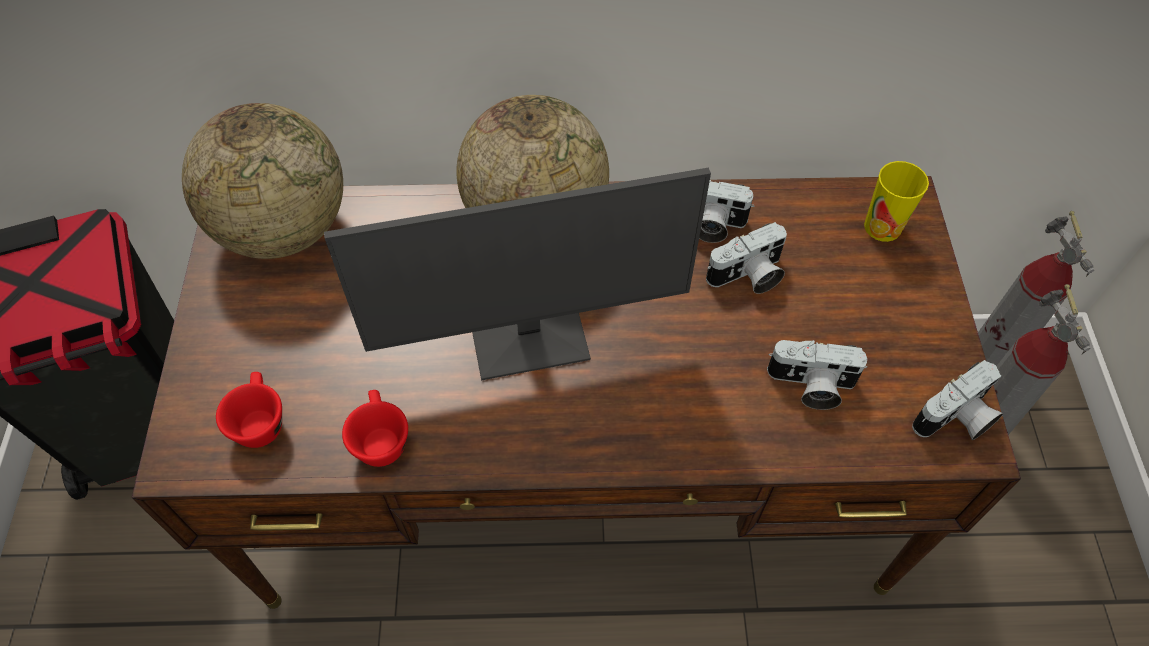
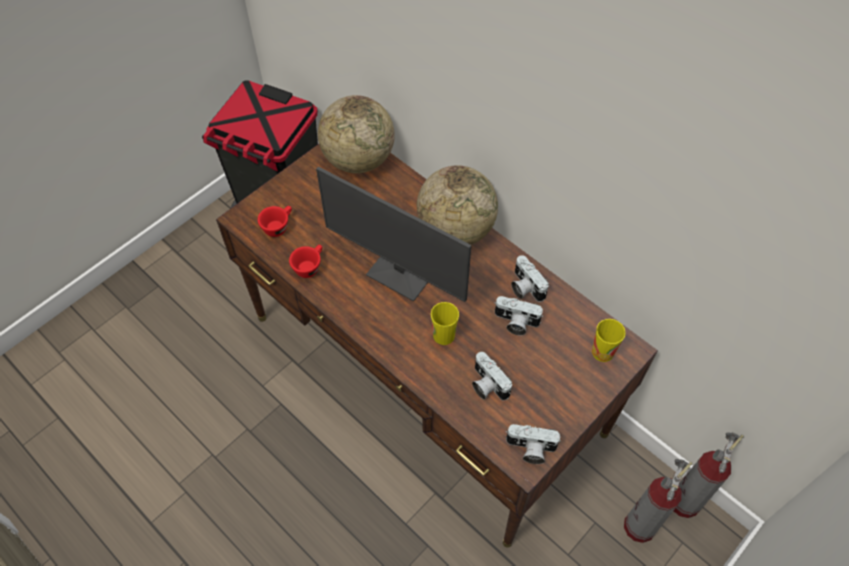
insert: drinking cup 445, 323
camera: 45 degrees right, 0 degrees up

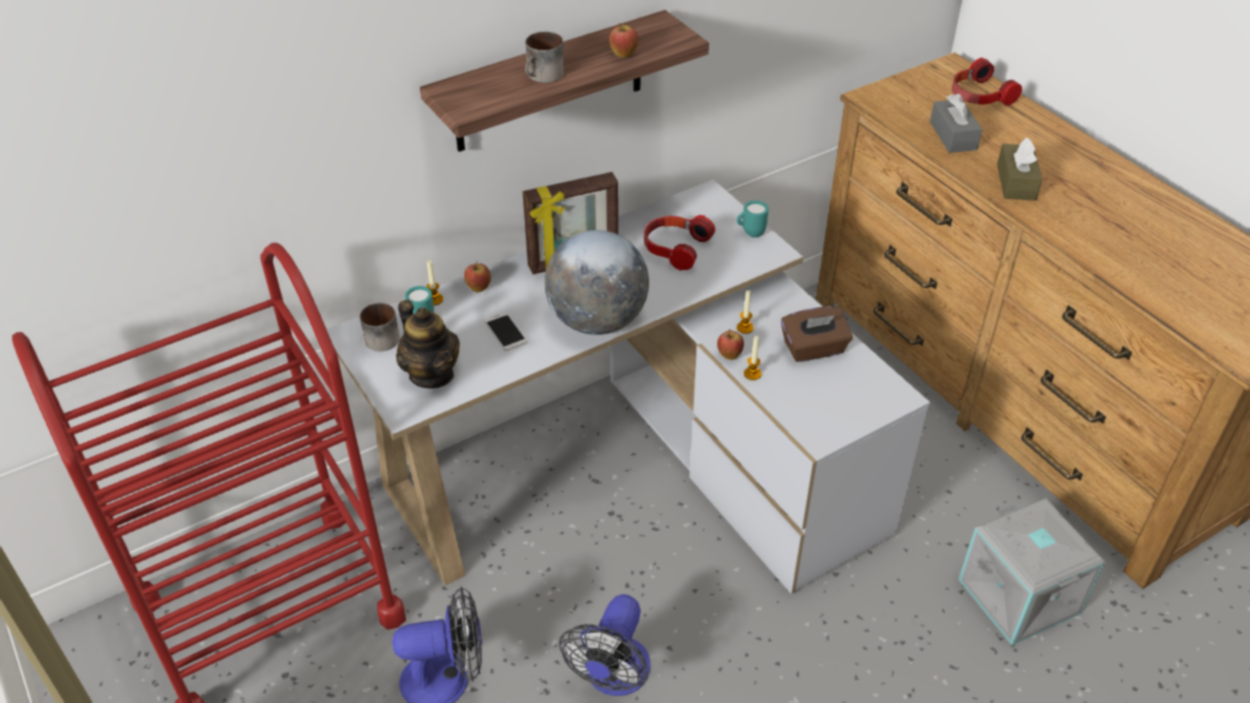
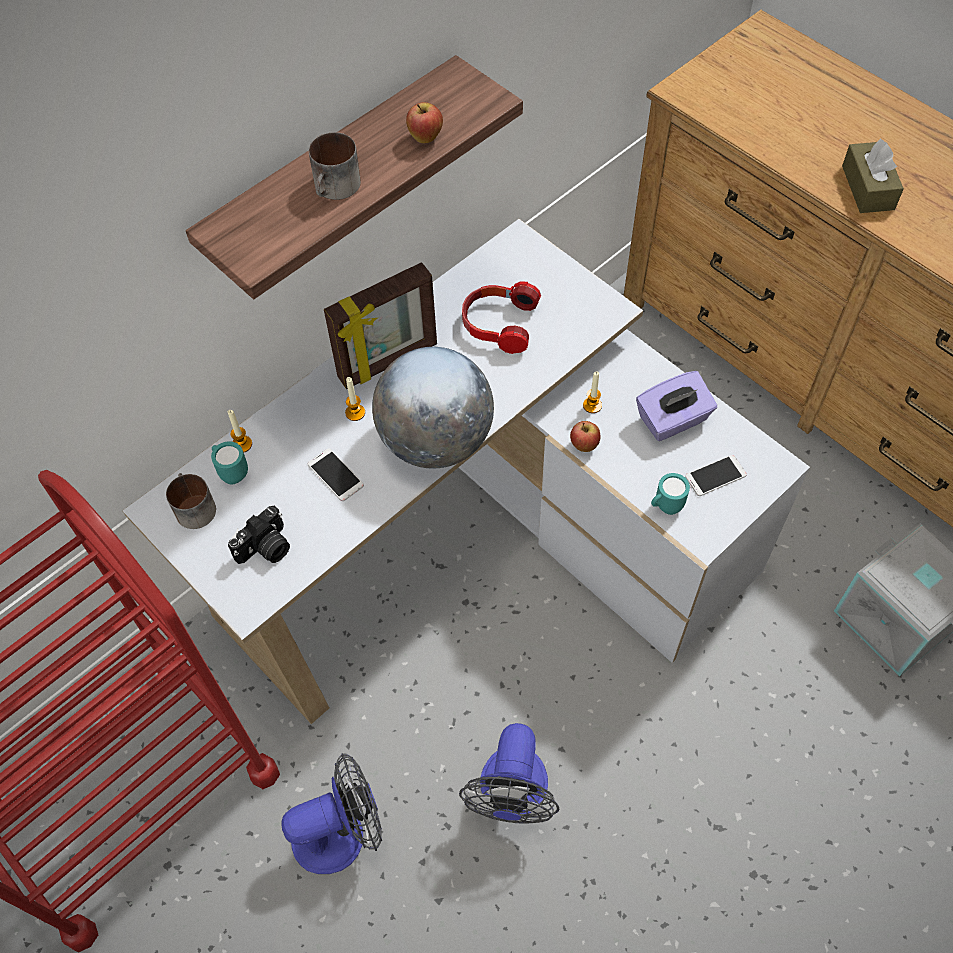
delete: whole apple 477, 276; grey box of tissues 956, 123; headset 987, 82
insert: telephone 716, 475
move: turquoise tea mug 753, 218 to 670, 494; candle 753, 358 to 355, 399
replace: pot for tea 428, 344 to still camera 259, 535
recolor: brownish box of tissues 817, 334 to purple box of tissues 676, 406
camera: 10 degrees left, 15 degrees up

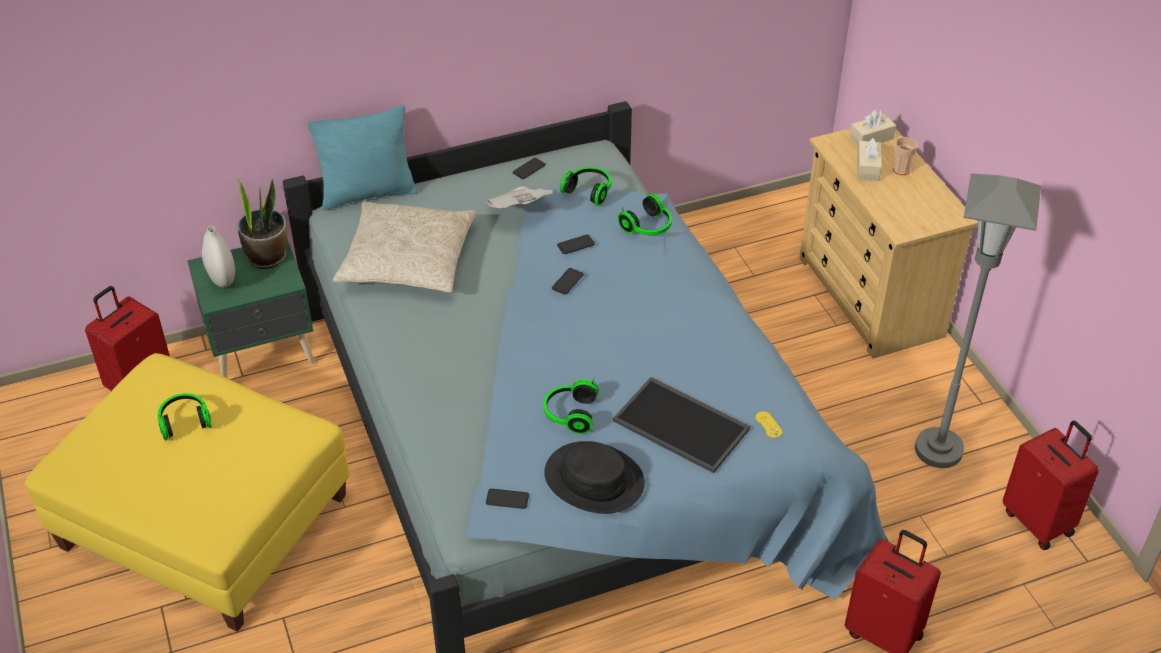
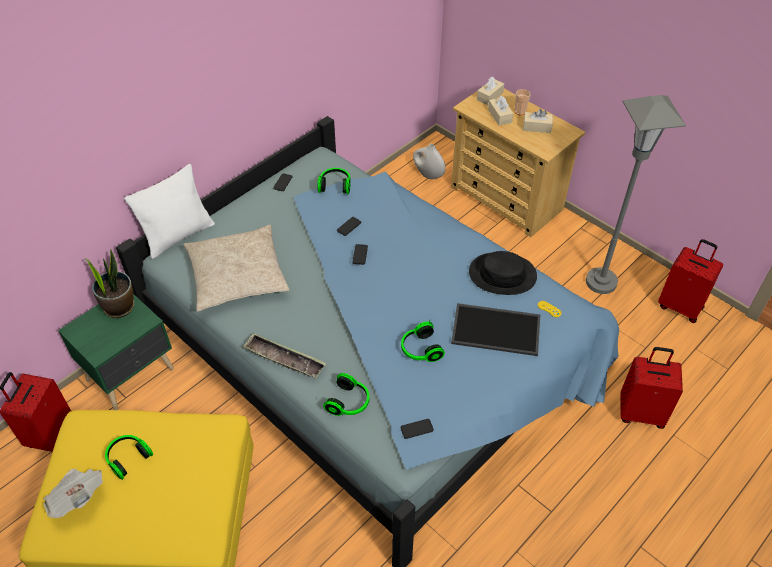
insert: serving tray 284, 355; sand-coloured box of tissues 538, 121
move: white vase 218, 256 to 429, 161; printed paper 519, 197 to 73, 493; black hat 594, 477 to 503, 273; headset 645, 214 to 346, 394
recolor: turquoise pillow 362, 157 to white pillow 169, 211
camera: 25 degrees left, 5 degrees up

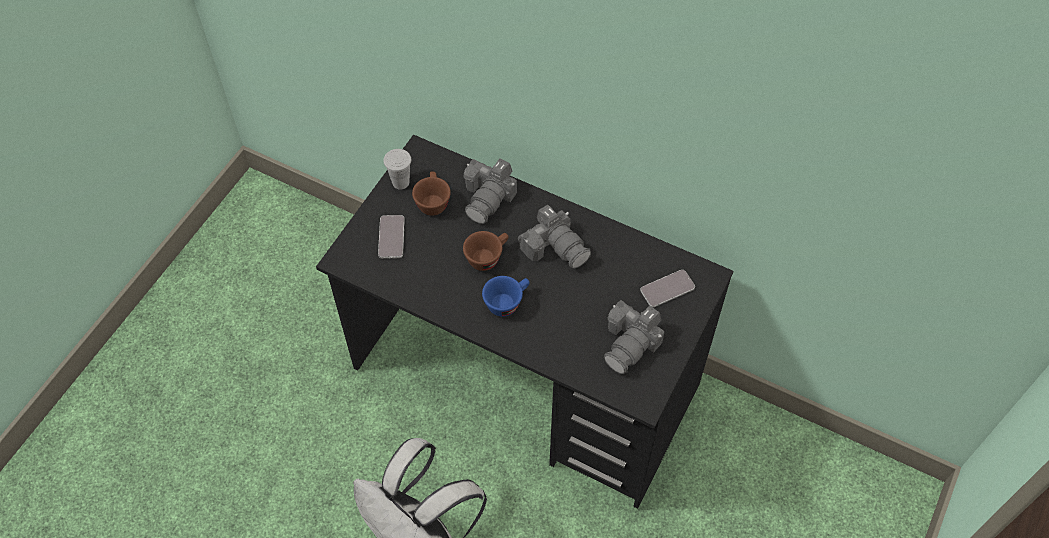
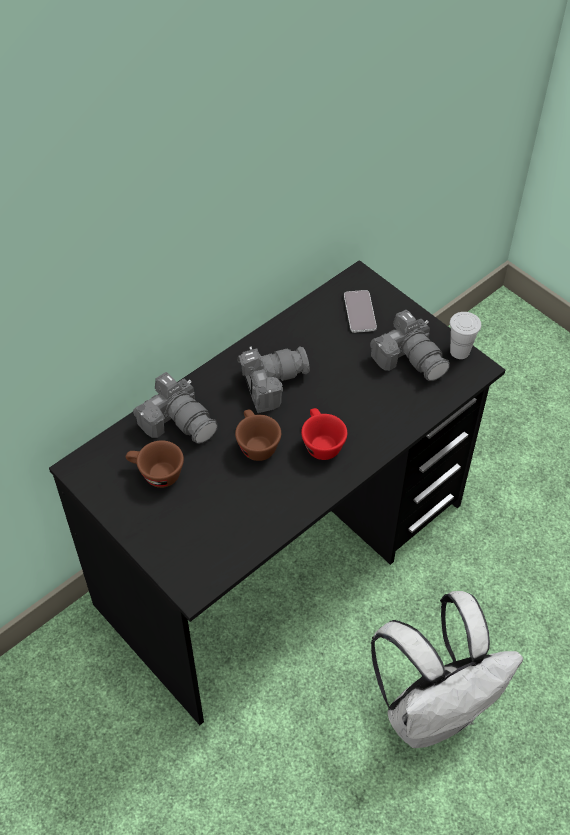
delete: telephone 391, 237
move: white drinking cup 397, 169 to 465, 335
recolor: blue-coloured drinking cup 506, 296 to reddish drinking cup 324, 434
camera: 70 degrees left, 5 degrees down

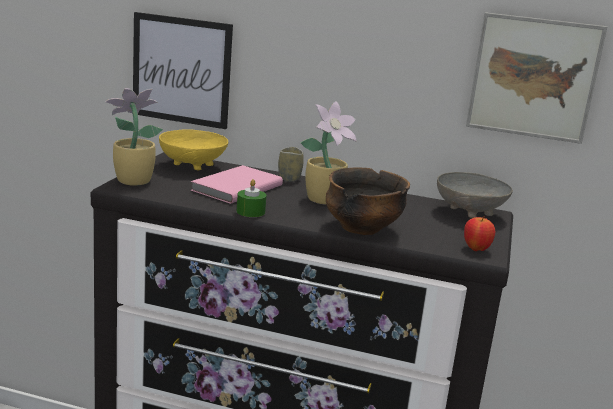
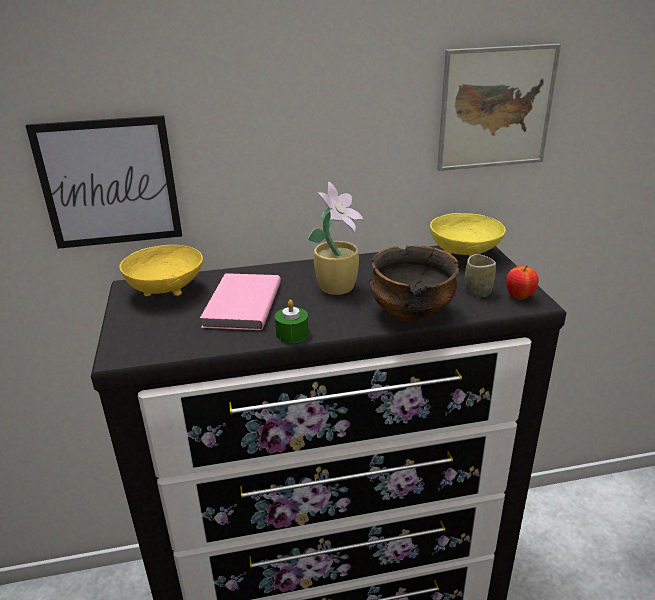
delete: plant in a pot 134, 136
move: drinking cup 290, 164 to 480, 275
recolor: grey serving bowl 475, 195 to yellow-coloured serving bowl 468, 235
camera: 25 degrees left, 10 degrees up

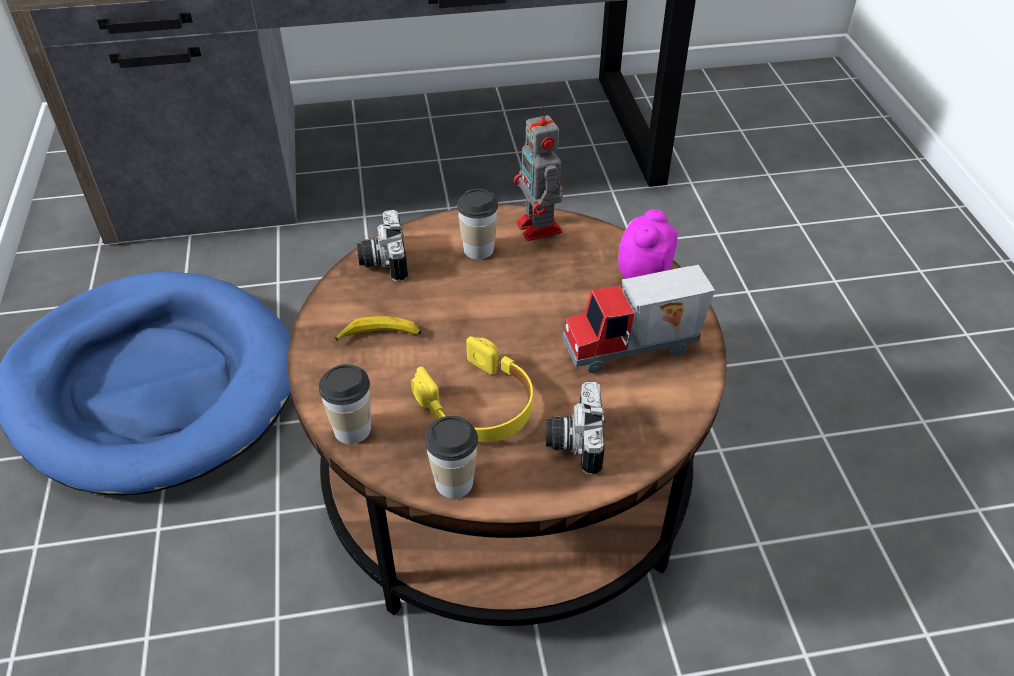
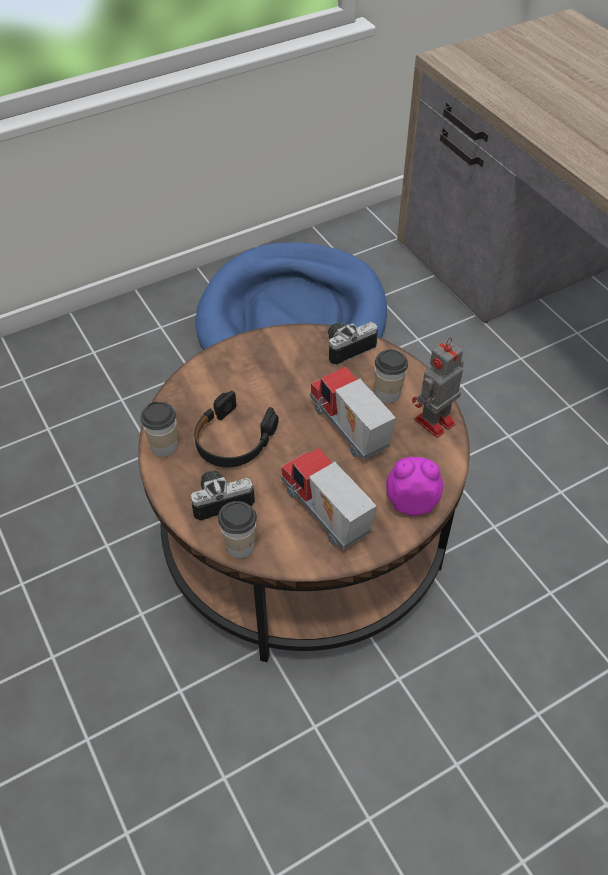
delete: banana 378, 328
insert: toy lorry 353, 413
move: drinking cup 345, 404 to 237, 530
recolor: yellow-coloured headset 472, 389 to black headset 236, 429
camera: 70 degrees right, 5 degrees up

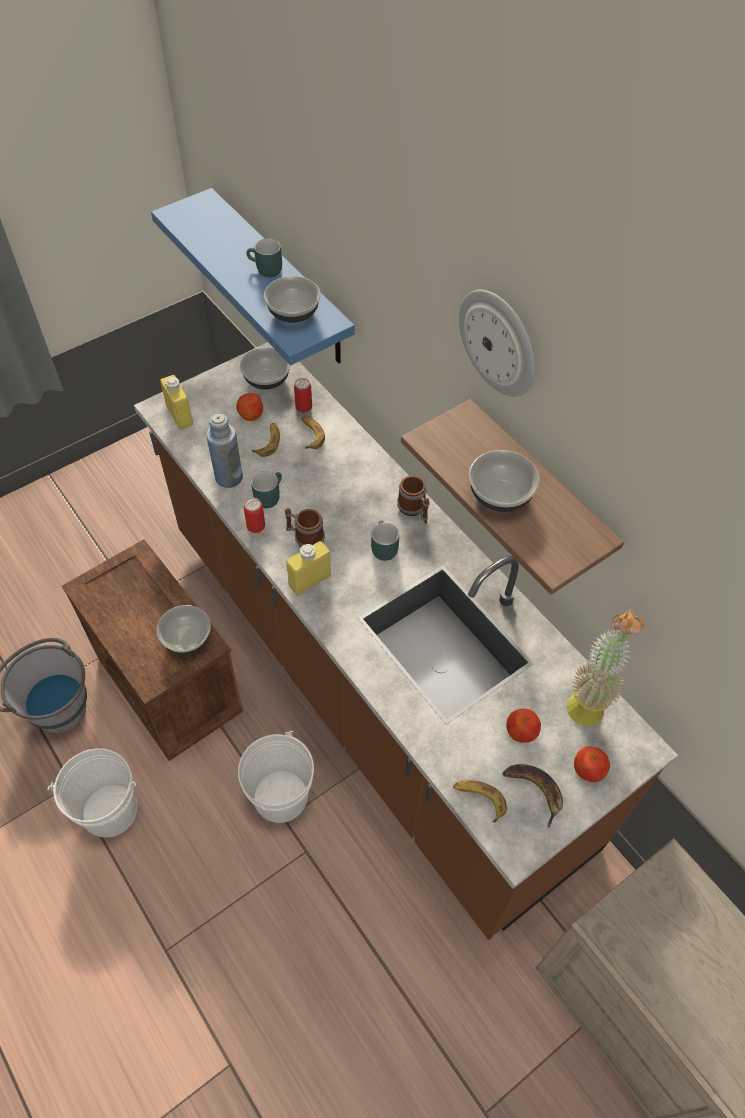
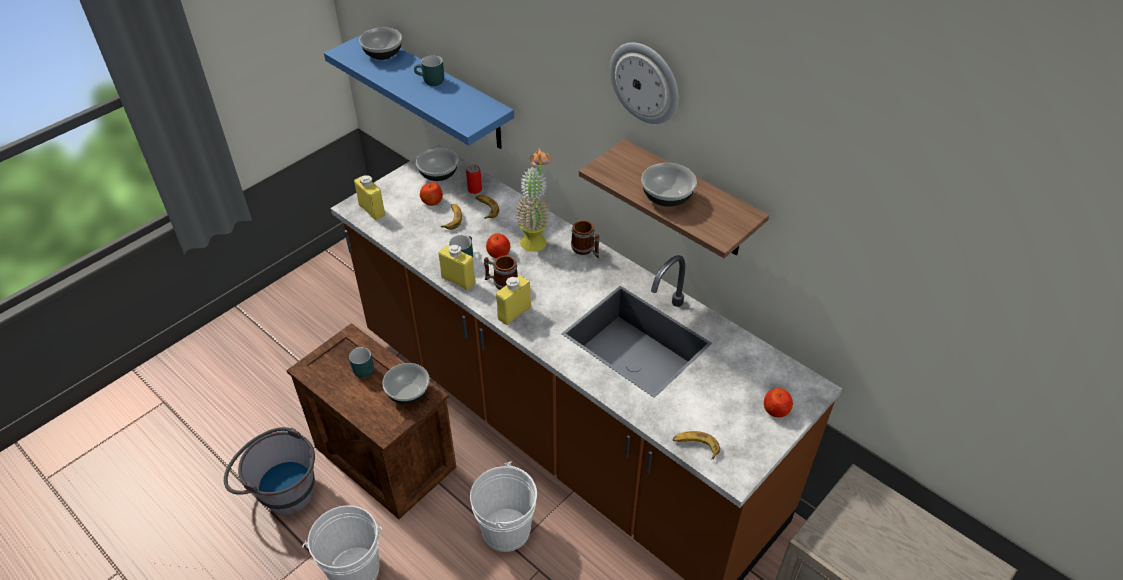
delete: blue-coloured bottle 224, 451; banana 532, 796
move: serving bowl 292, 299 to 380, 43; turquoise tea mug 385, 540 to 361, 362; whole apple 523, 726 to 498, 245; plant in a pot 605, 667 to 533, 200
replace: can 254, 515 to yellow-coloured bottle 456, 267
camera: 10 degrees left, 10 degrees down

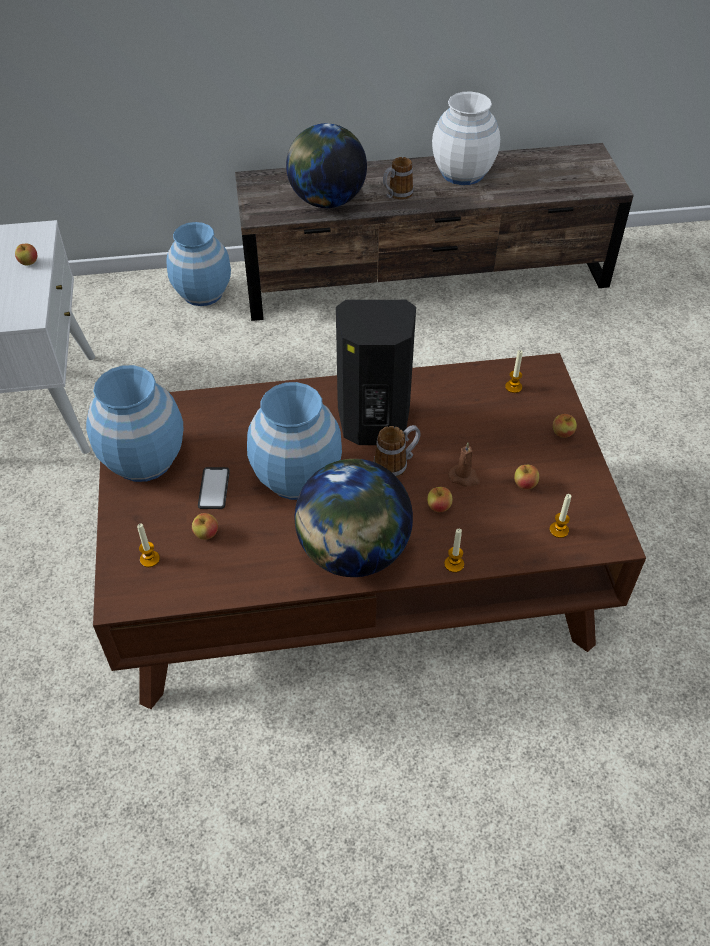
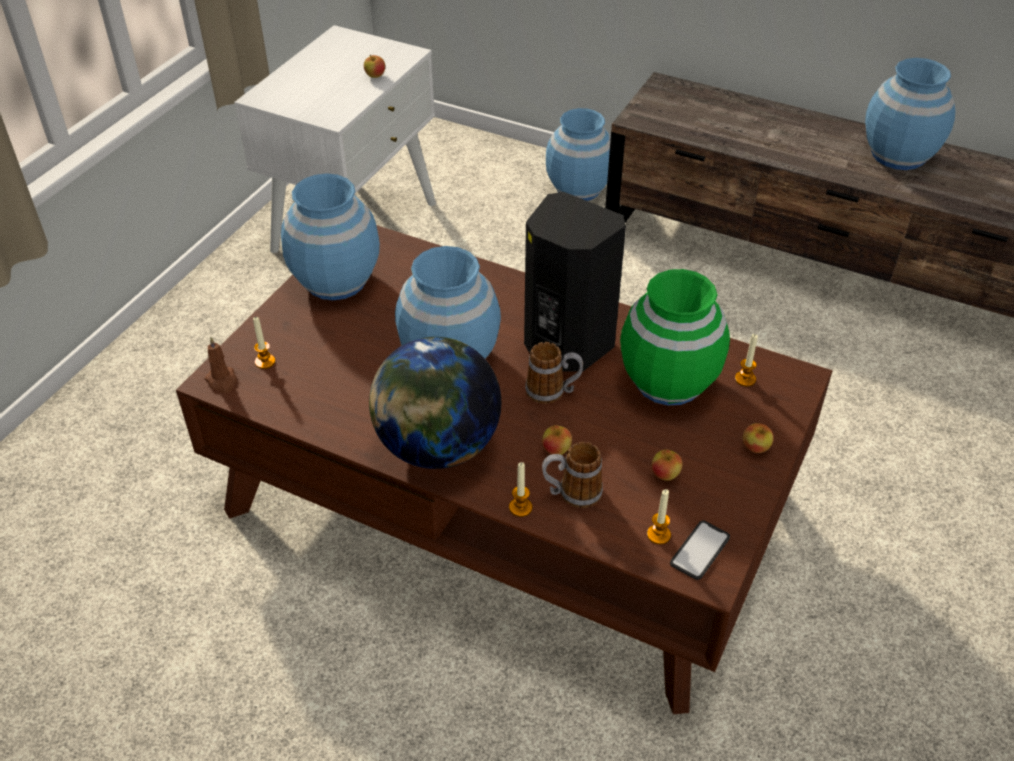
delete: whole apple 205, 526; globe 326, 165
insert: green vase 675, 337
move: telephone 214, 488 to 700, 550; tea mug 398, 178 to 572, 475; brownish candle 464, 464 to 221, 365
recolor: white vase 466, 138 to blue-coloured vase 910, 114
camera: 35 degrees right, 5 degrees down

